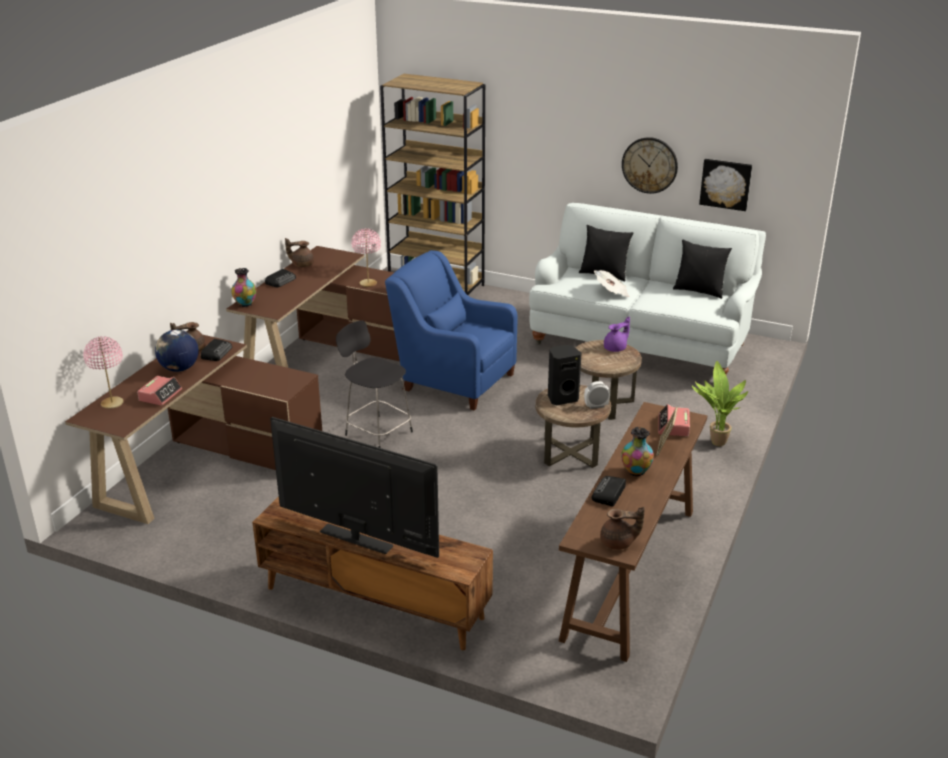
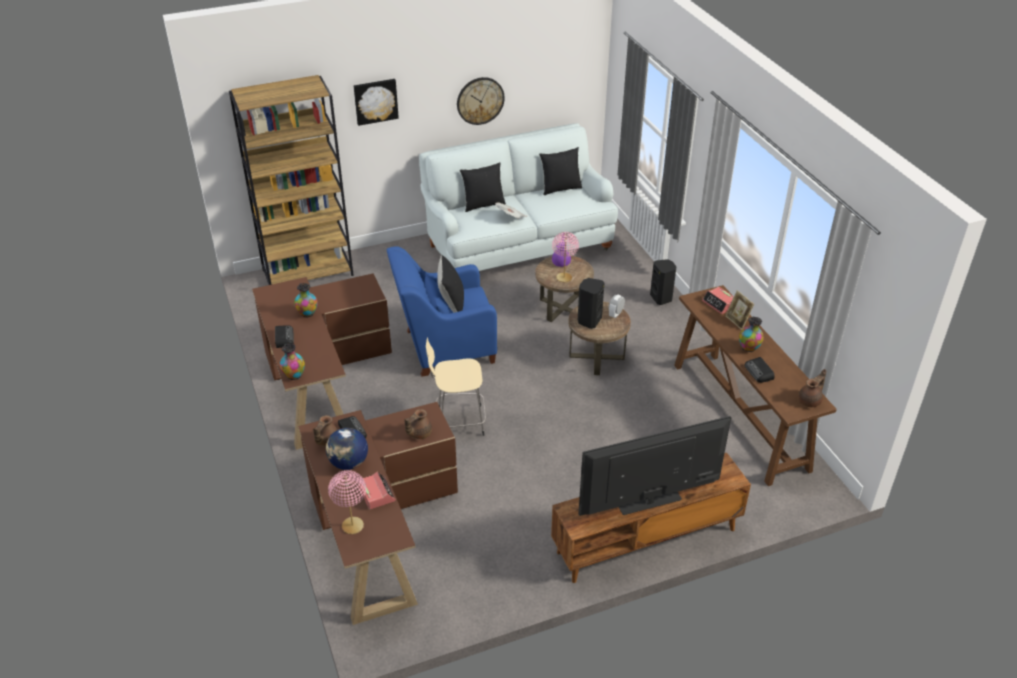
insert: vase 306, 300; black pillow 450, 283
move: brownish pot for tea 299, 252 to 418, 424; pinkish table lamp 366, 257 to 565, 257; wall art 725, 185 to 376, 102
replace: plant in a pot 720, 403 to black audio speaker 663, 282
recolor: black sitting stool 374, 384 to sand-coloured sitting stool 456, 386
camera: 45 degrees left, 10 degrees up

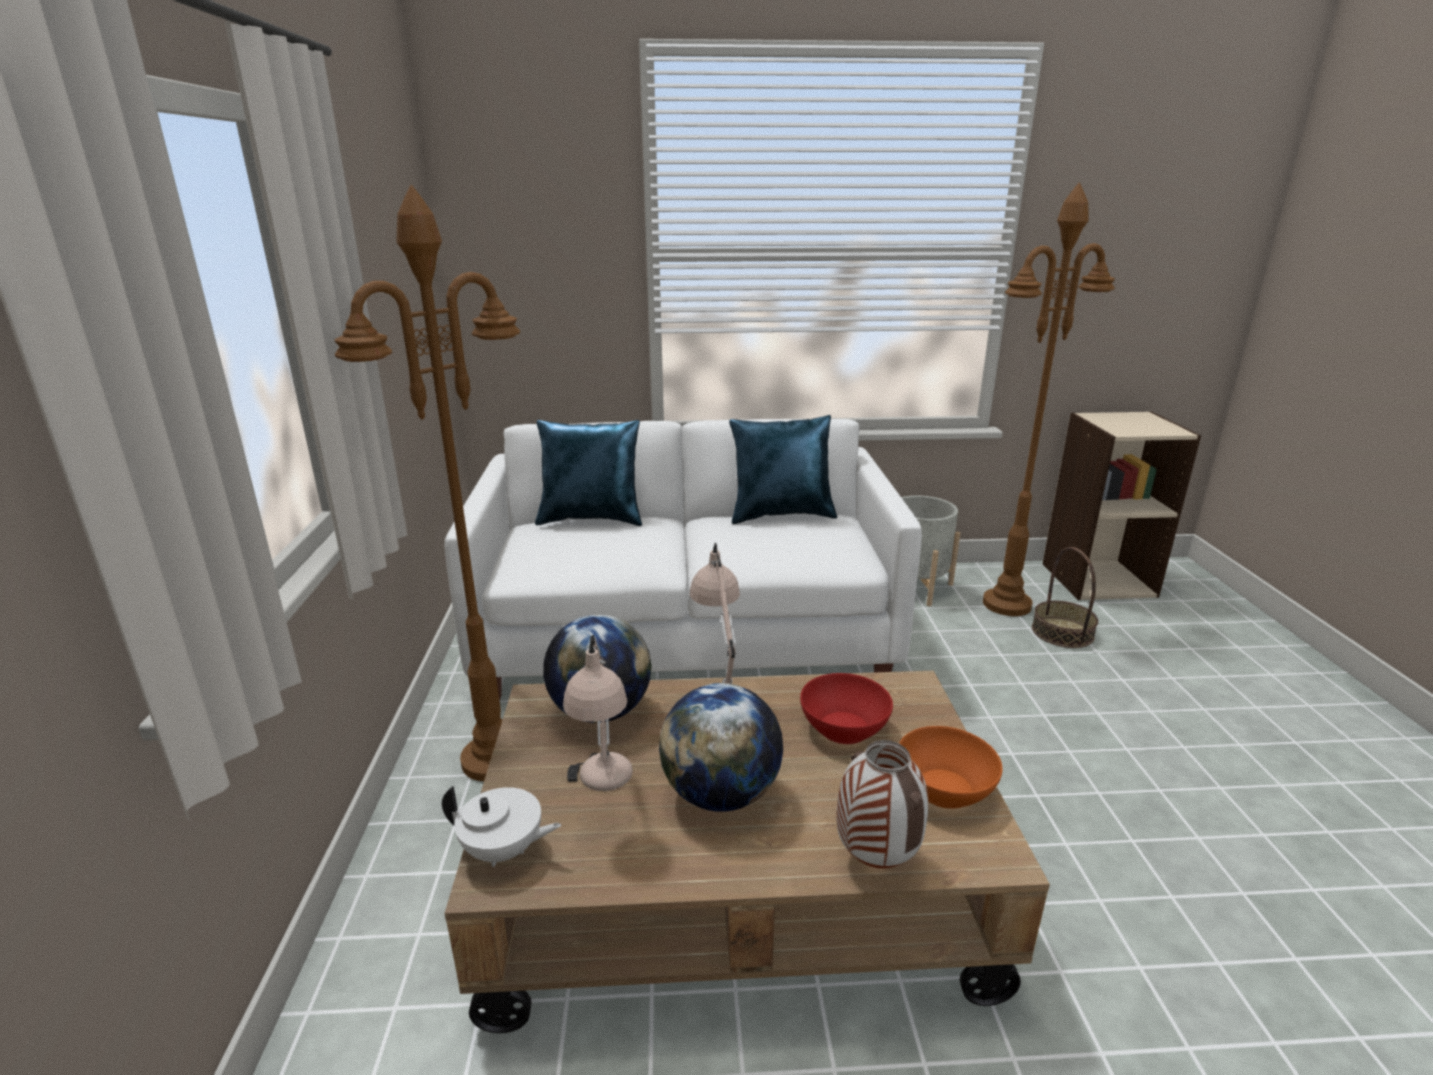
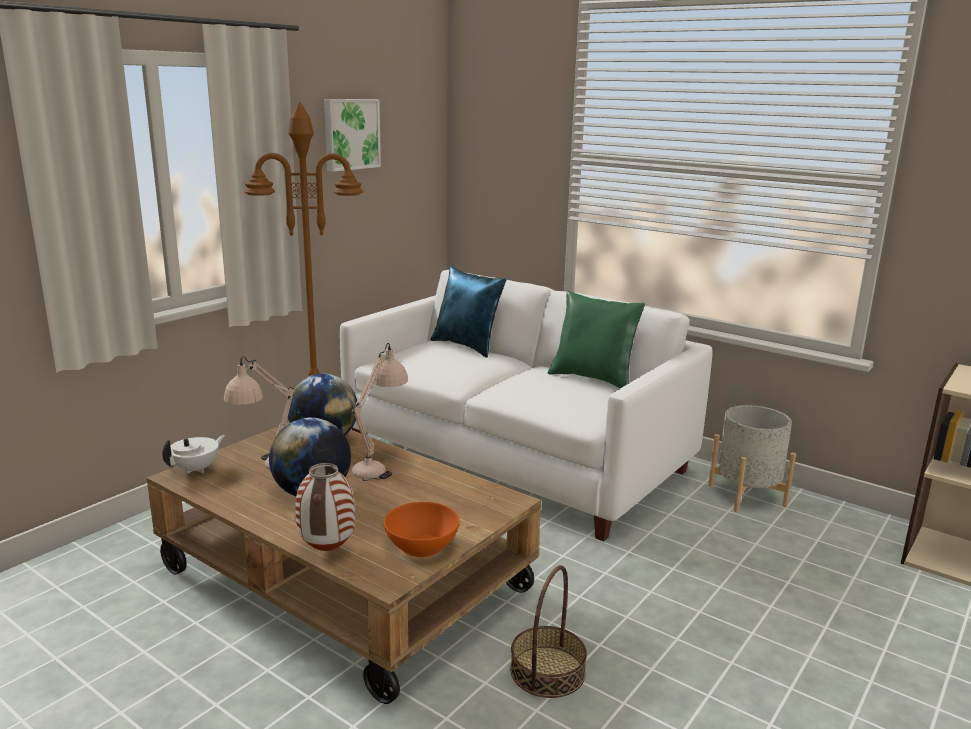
delete: reddish serving bowl 846, 708; brownish standard lamp 1049, 399
insert: wall art 352, 135
move: household basket 1065, 597 to 548, 631
recolor: blue-coloured pillow 783, 469 to green pillow 596, 339
rotate: white pot for tea 501, 826 = 193, 454 105 degrees counterclockwise
camera: 40 degrees right, 5 degrees down

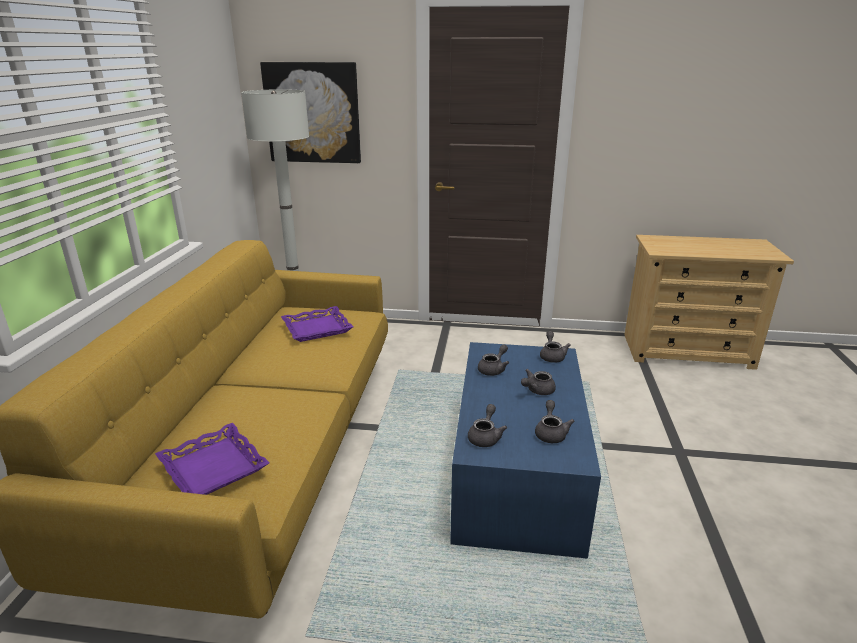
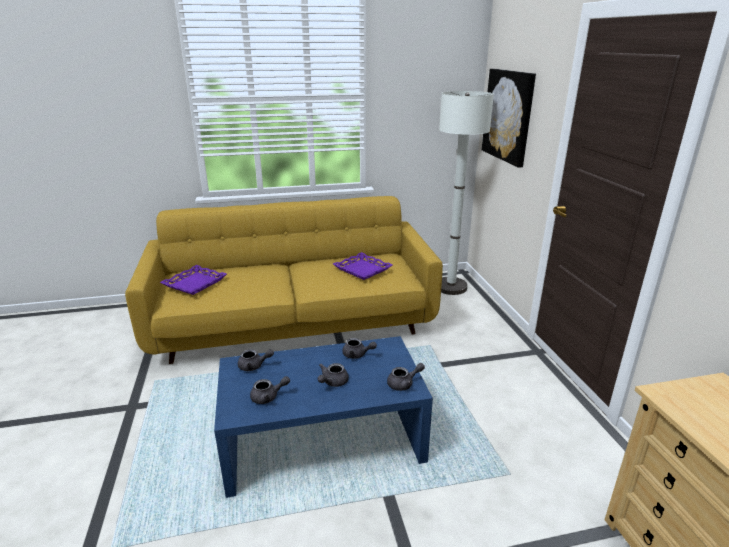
rotate: grey pot for tea 538, 382 = 333, 375 90 degrees counterclockwise
camera: 70 degrees right, 0 degrees up

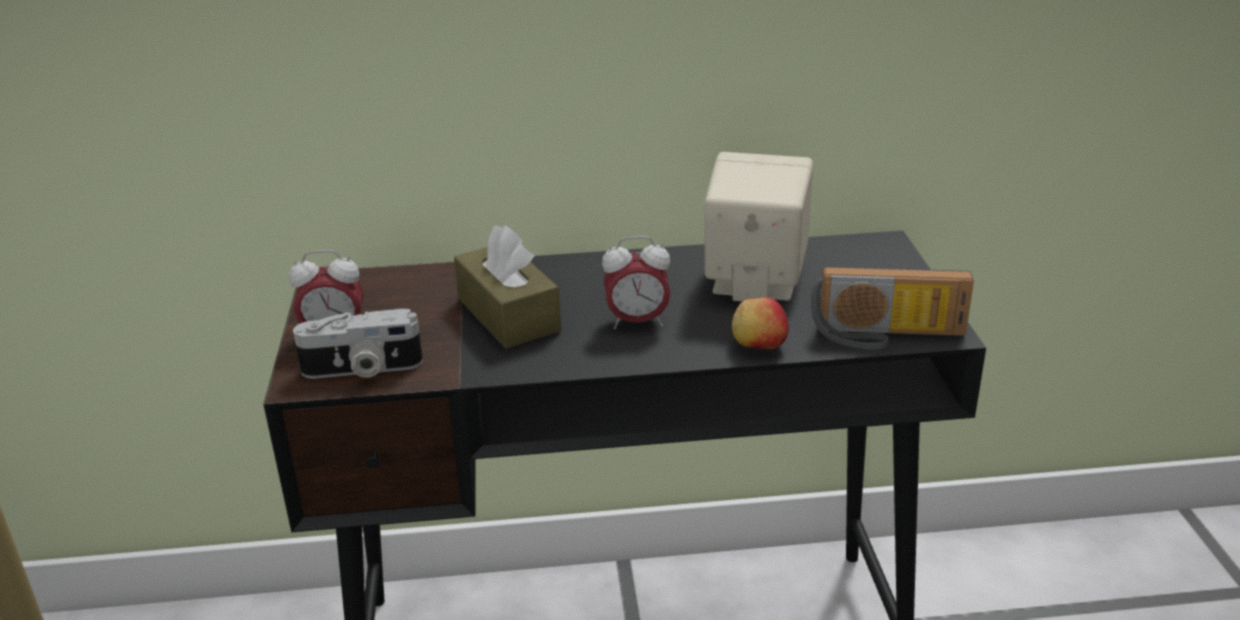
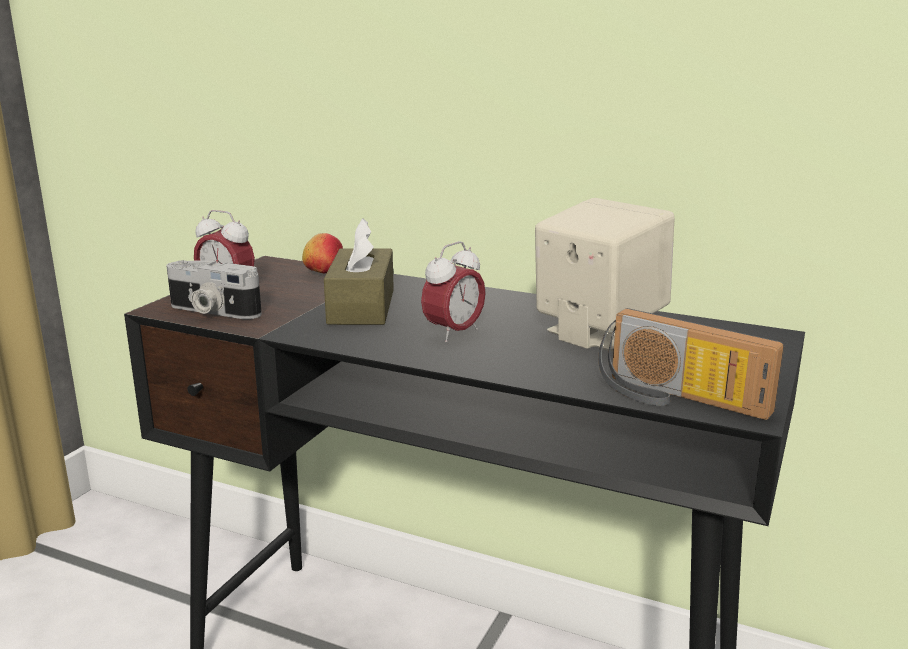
move: whole apple 760, 323 to 322, 253
rotate: bedside clock 636, 282 = 453, 292 75 degrees counterclockwise
camera: 30 degrees right, 10 degrees down

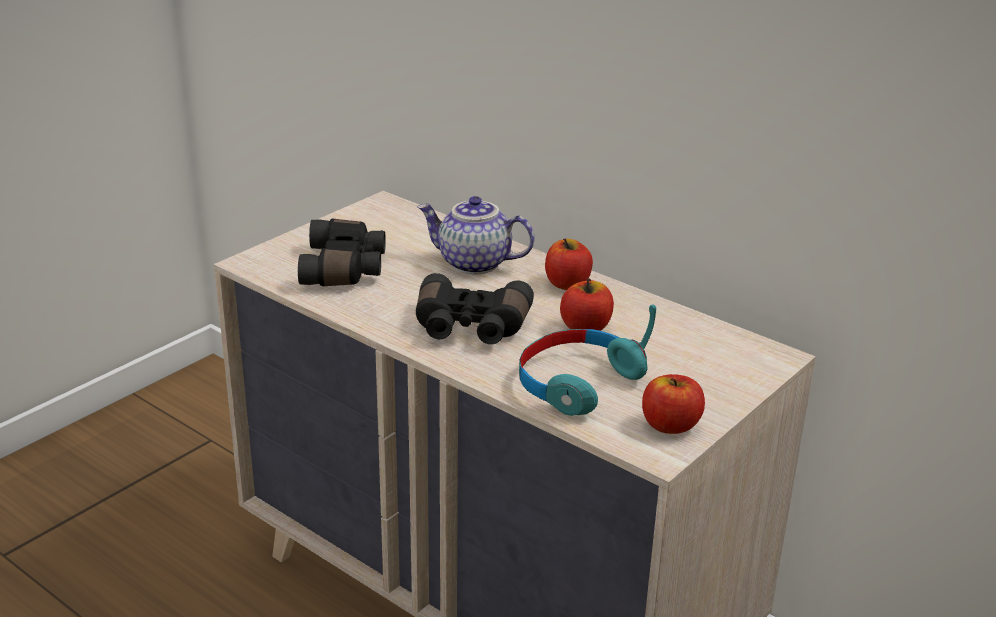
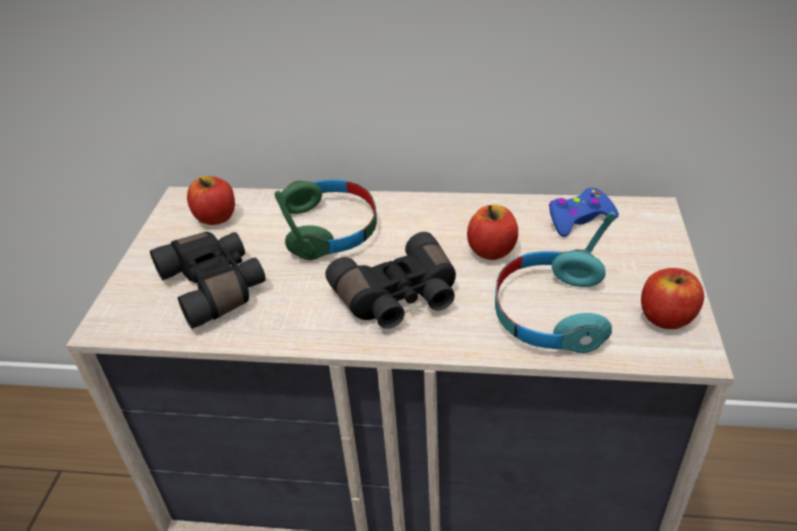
insert: blue-coloured joypad 584, 212
move: whole apple 569, 264 to 211, 200
replace: pot for tea 475, 235 to green headset 326, 220
camera: 30 degrees left, 10 degrees up

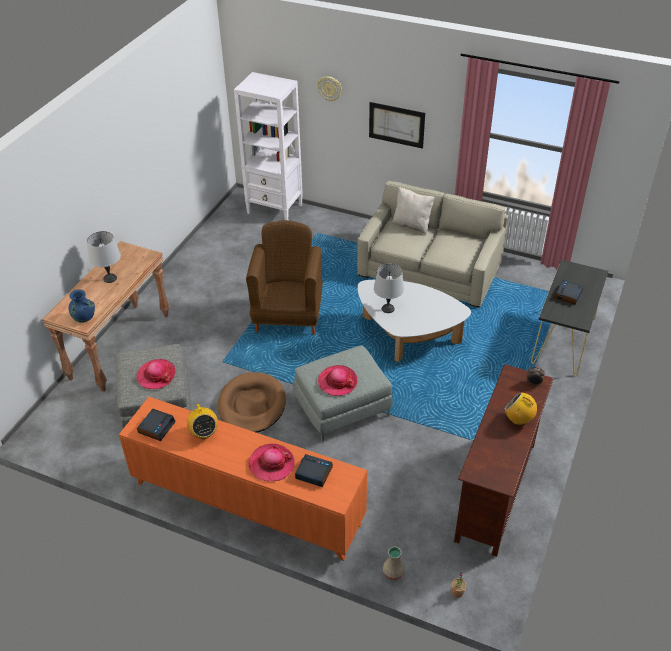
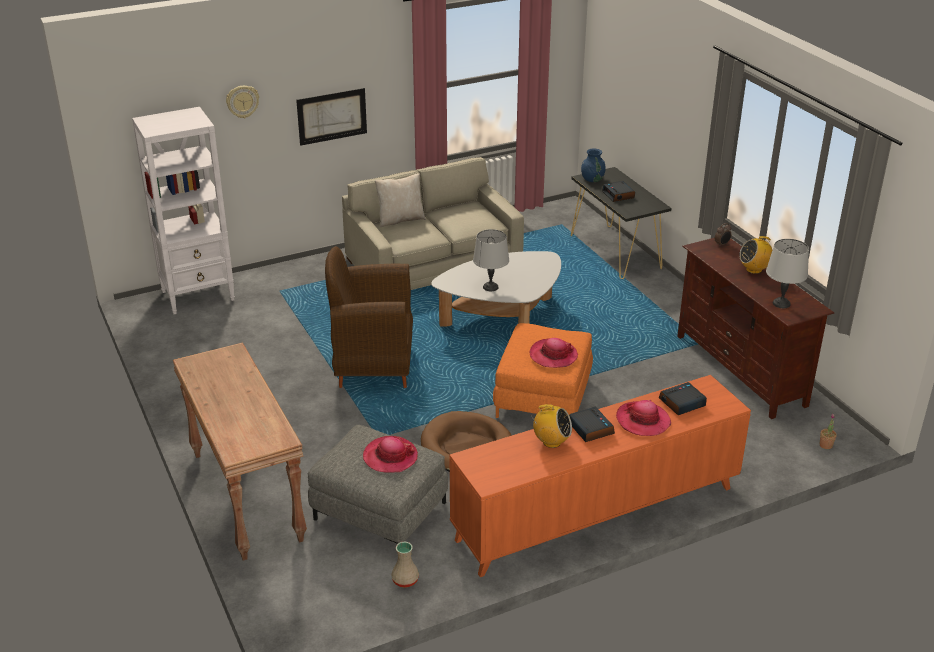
move: blue-coloured vase 82, 306 to 593, 165; grey table lamp 104, 257 to 787, 273; bedside clock 156, 425 to 592, 424; sand-coloured vase 394, 563 to 405, 564
recolor: grey ottoman 343, 393 to orangey ottoman 543, 370
rotate: brownish lounge chair 284, 277 = 369, 317 45 degrees counterclockwise
camera: 50 degrees left, 10 degrees down

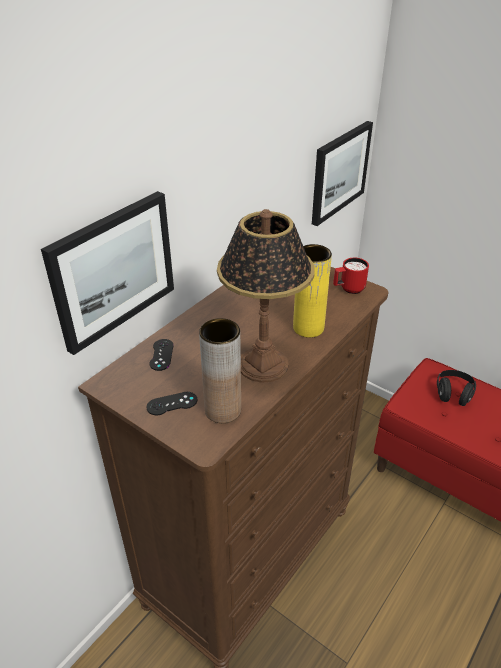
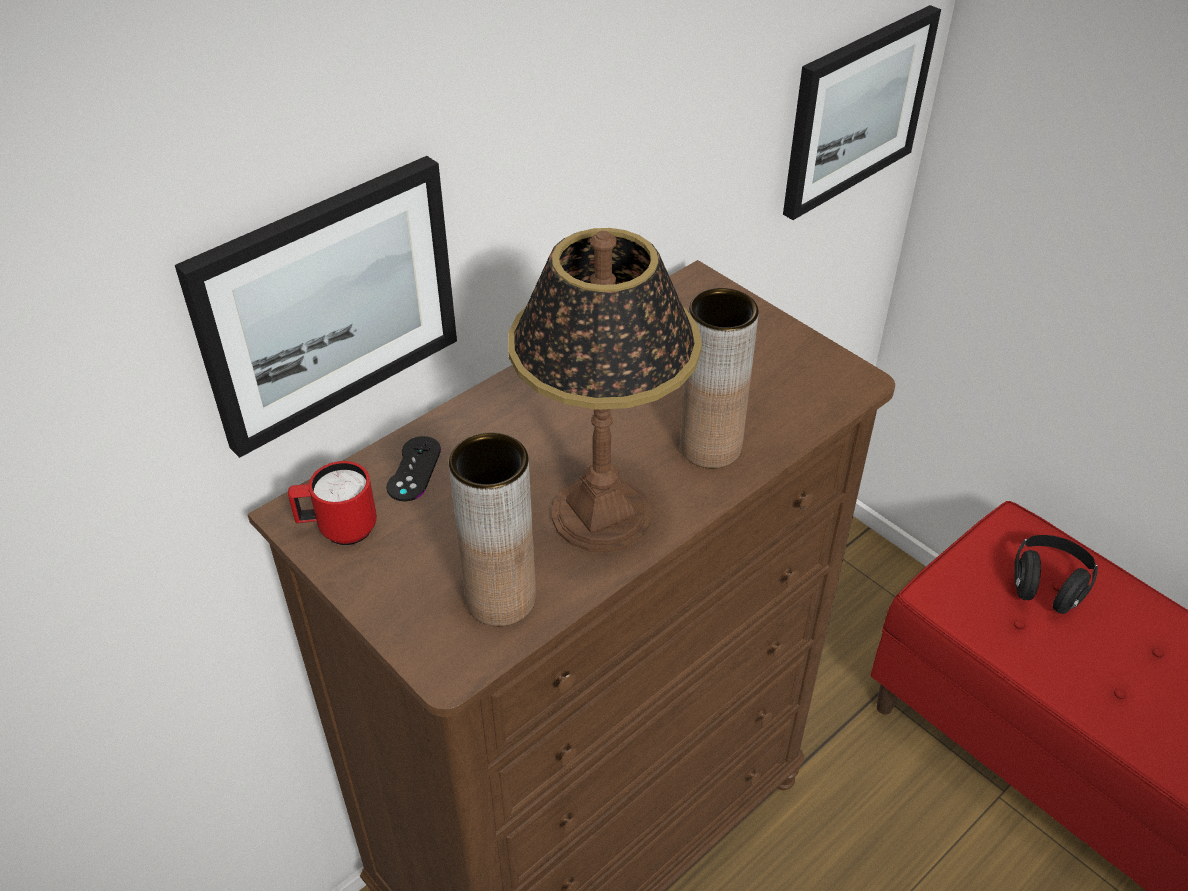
delete: black joypad 172, 403
move: reddish tea mug 351, 276 to 332, 503
recolor: yellow-coloured vase 312, 291 to brownish vase 719, 378
camera: 10 degrees right, 5 degrees up

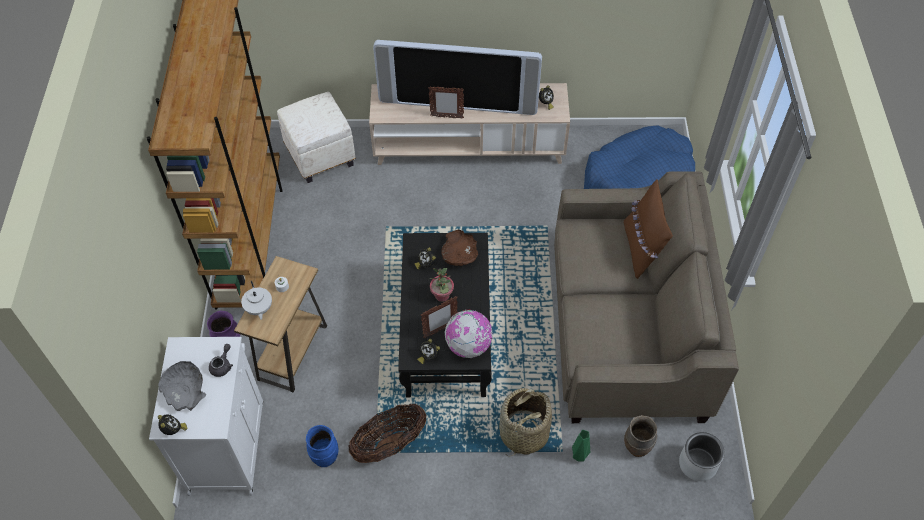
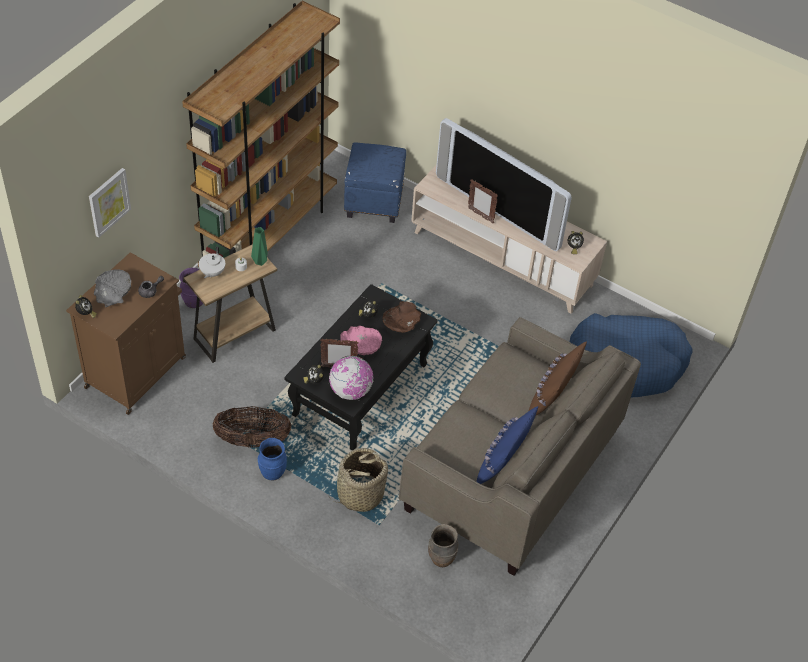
delete: grey planter 702, 456
insert: wall art 110, 203; blue-coloured pillow 507, 445
move: blue-coloured vase 322, 446 to 272, 459; green vase 581, 445 to 259, 246
replace: plant in a pot 442, 285 to pinkish serving bowl 361, 340
recolor: white cupboard 206, 416 to brownish cupboard 126, 333; white ottoman 316, 137 to blue-coloured ottoman 375, 183
camera: 30 degrees right, 5 degrees down

